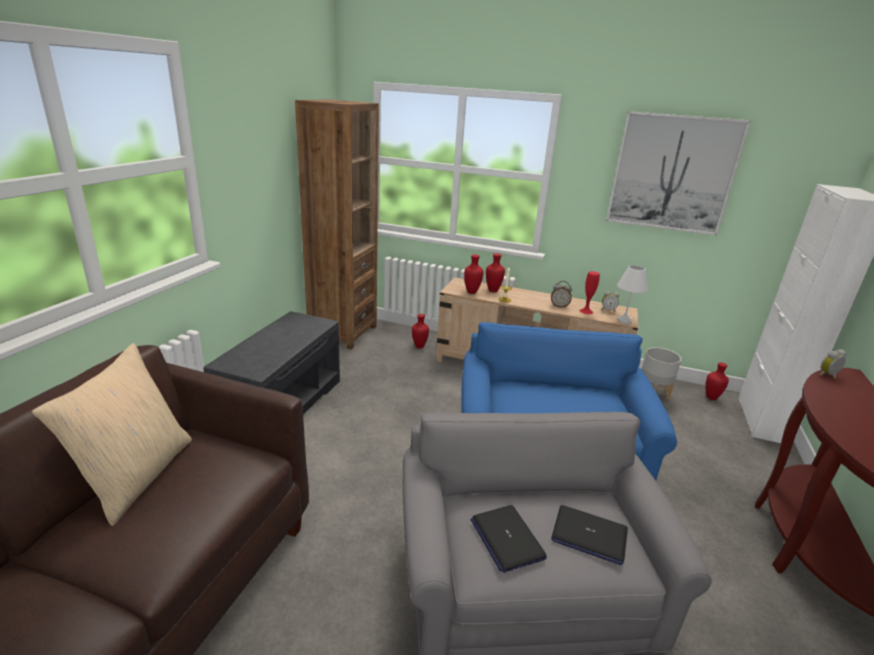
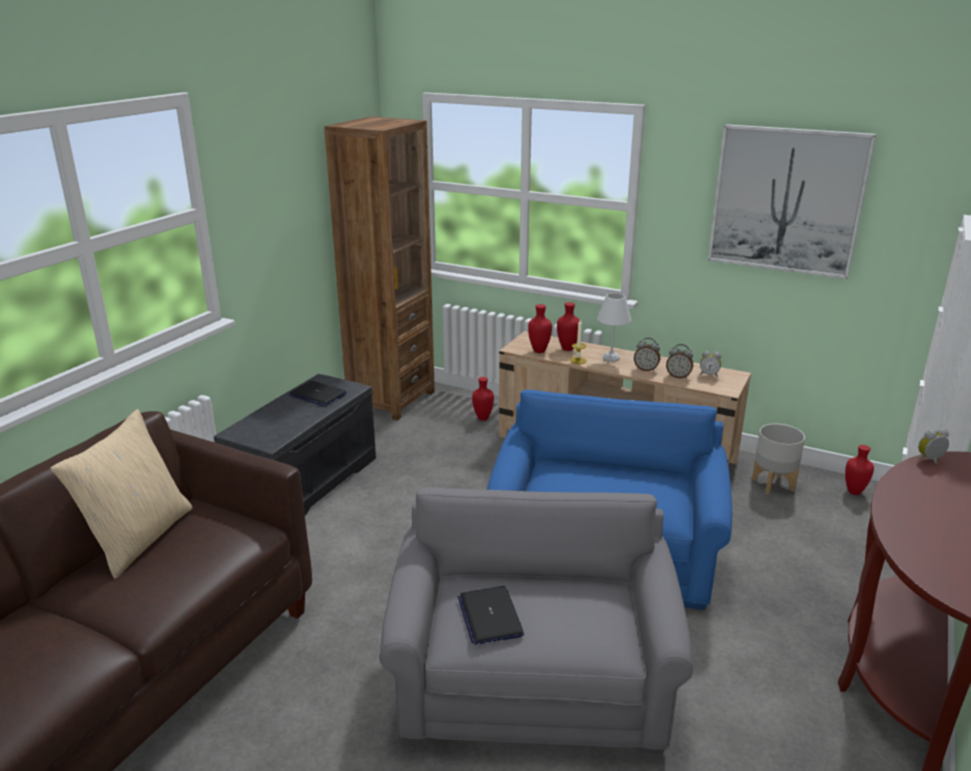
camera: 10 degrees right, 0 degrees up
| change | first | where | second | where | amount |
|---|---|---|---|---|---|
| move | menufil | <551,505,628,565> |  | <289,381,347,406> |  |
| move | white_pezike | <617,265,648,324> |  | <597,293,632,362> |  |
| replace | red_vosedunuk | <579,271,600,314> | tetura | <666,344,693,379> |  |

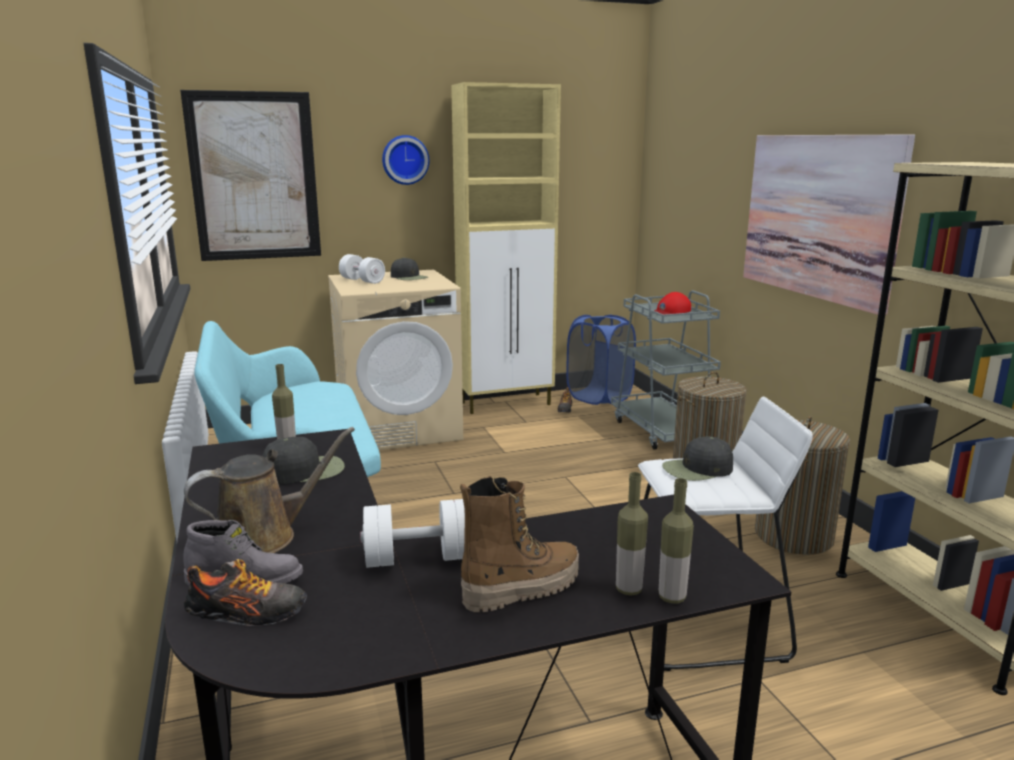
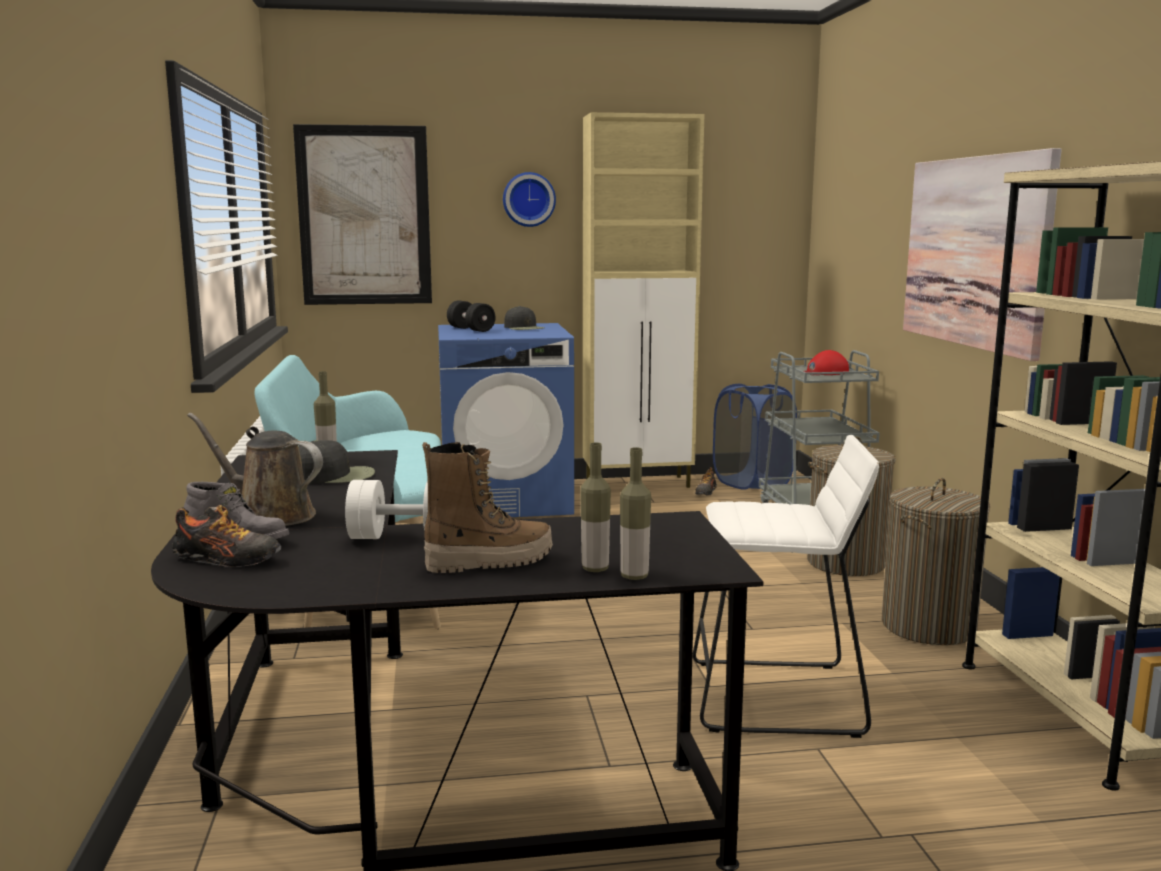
camera: 10 degrees right, 5 degrees down
| change | first | where | second | where | amount |
|---|---|---|---|---|---|
| rotate | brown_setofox | <184,427,355,553> |  | <187,413,323,526> | 135 degrees counterclockwise |
| recolor | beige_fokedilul | <328,270,463,450> | blue_fokedilul | <438,323,574,517> |  |
| recolor | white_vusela | <339,254,385,284> | black_vusela | <447,300,496,332> |  |
| delete | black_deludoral | <662,436,733,481> |  |  |  |

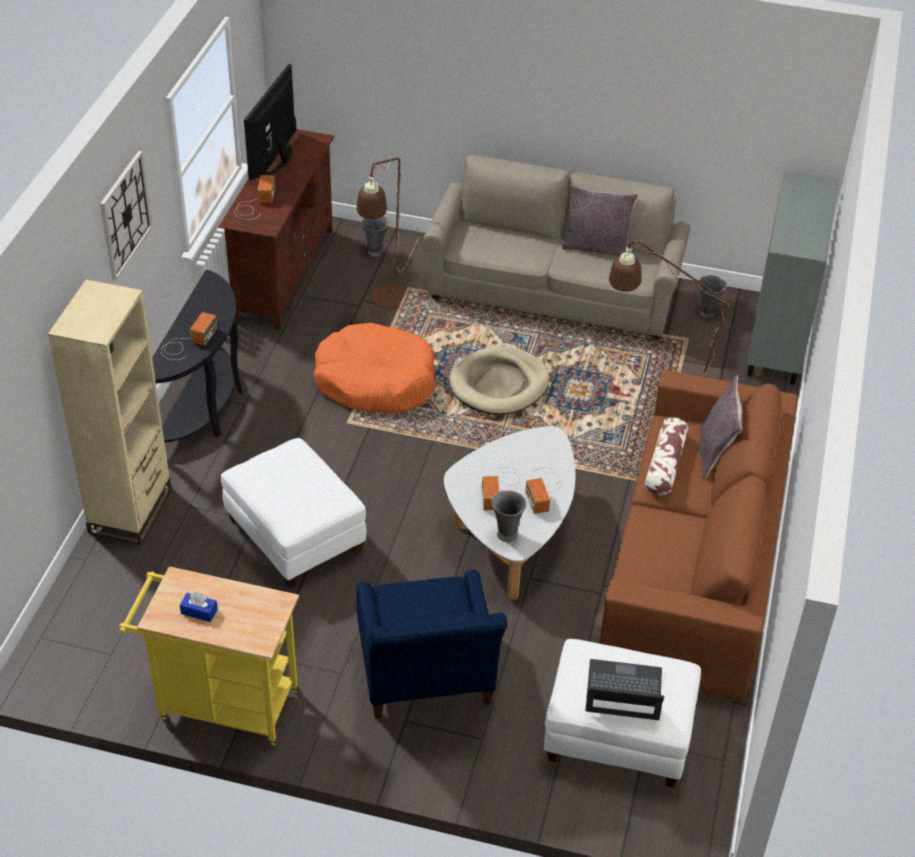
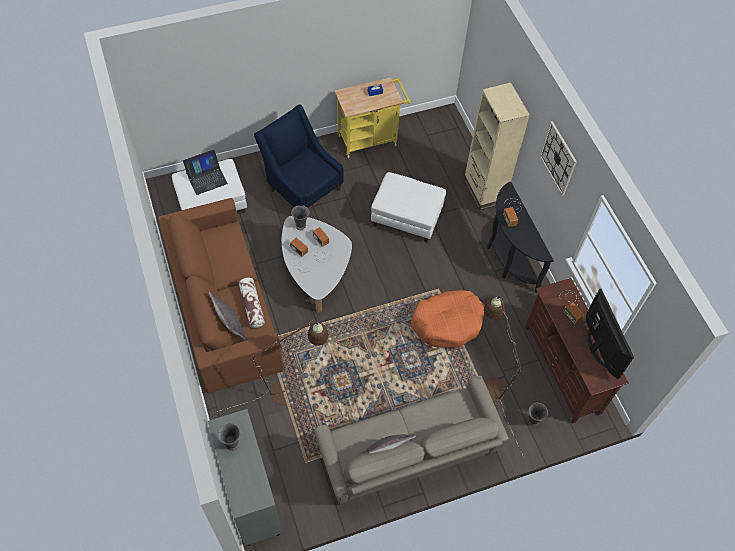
camera: 145 degrees right, 15 degrees up
| change | first | where | second | where | amount |
|---|---|---|---|---|---|
| move | grey_vosedunuk | <698,275,727,318> |  | <217,423,240,451> |  |
| delete | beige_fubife | <449,346,550,414> |  |  |  |

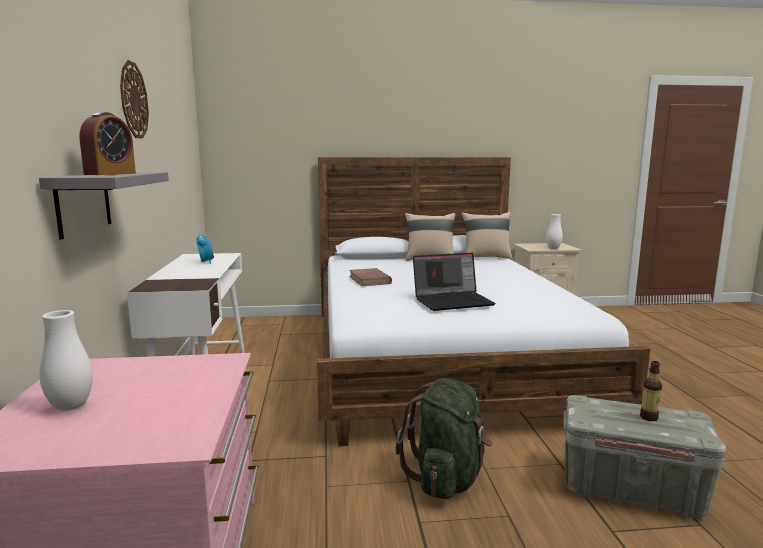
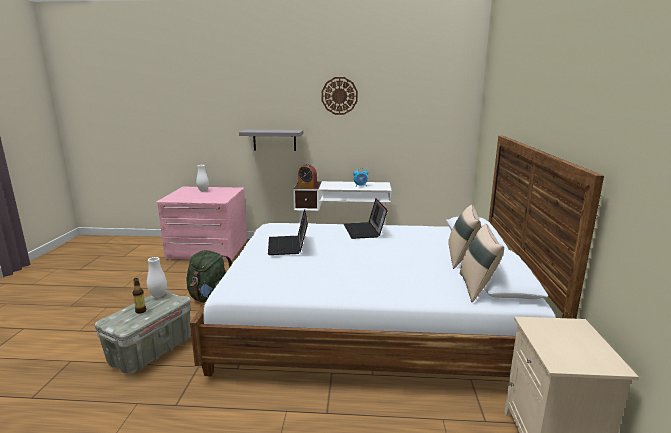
camera: 100 degrees right, 5 degrees up
| change | first | where | second | where | amount |
|---|---|---|---|---|---|
| move | white_vosedunuk | <546,214,563,249> |  | <147,257,167,298> |  |
| move | tetura | <79,112,136,175> |  | <298,164,317,188> |  |
| replace | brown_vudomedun | <349,268,392,286> | menufil | <344,198,388,239> |  |

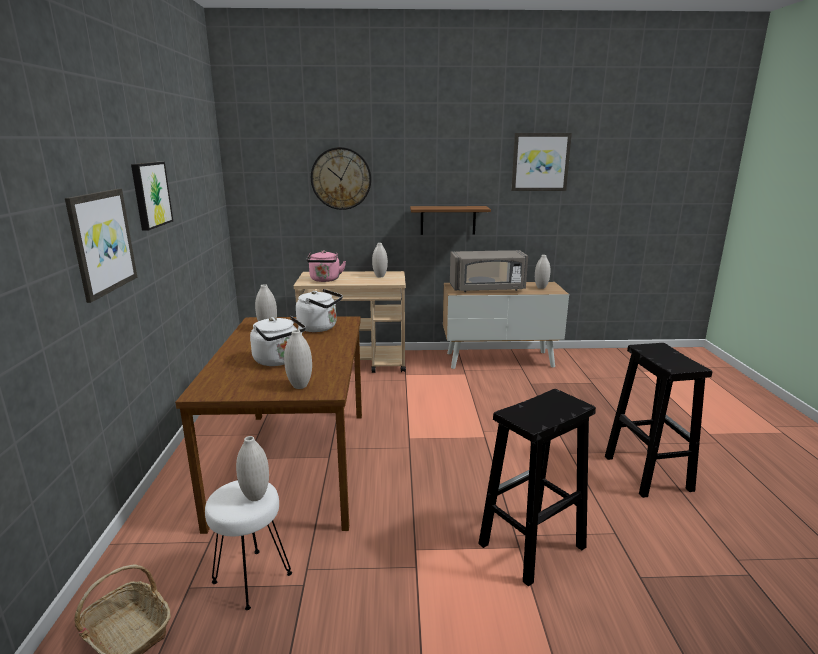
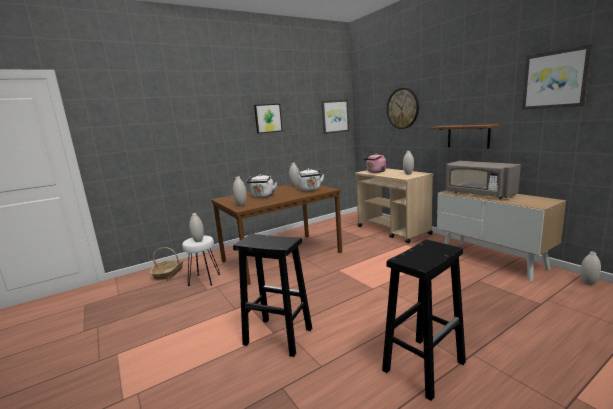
camera: 60 degrees right, 5 degrees down
| change | first | where | second | where | amount |
|---|---|---|---|---|---|
| move | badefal | <65,189,137,303> |  | <322,99,349,134> |  |
| move | white_vosedunuk | <535,255,551,289> |  | <580,251,601,285> |  |

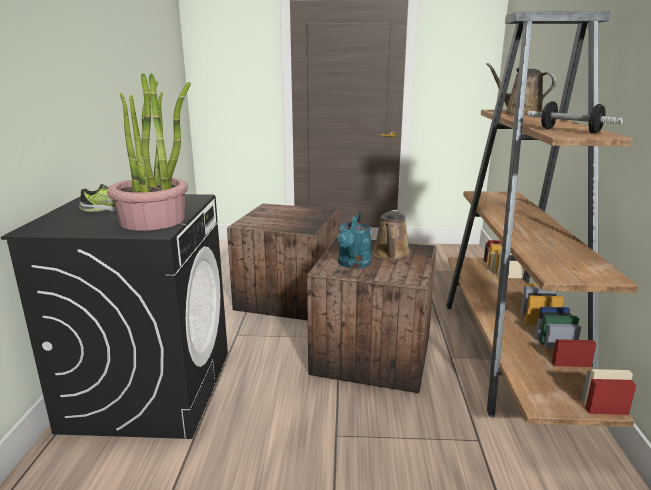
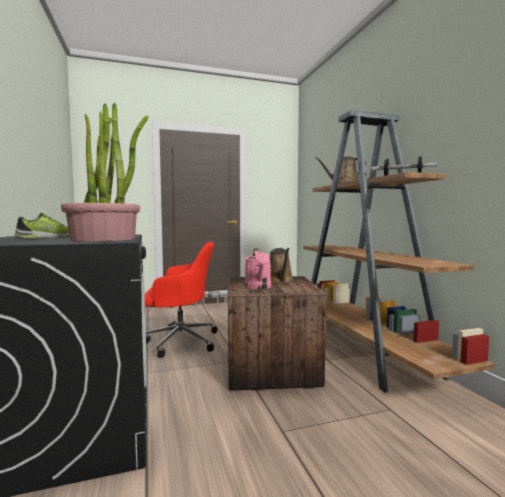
camera: 20 degrees left, 15 degrees down
| change | first | where | second | where | amount |
|---|---|---|---|---|---|
| replace | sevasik | <227,204,340,321> | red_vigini | <145,242,218,358> |  |
| recolor | turquoise_setofox | <338,213,372,269> | pink_setofox | <245,248,271,289> |  |

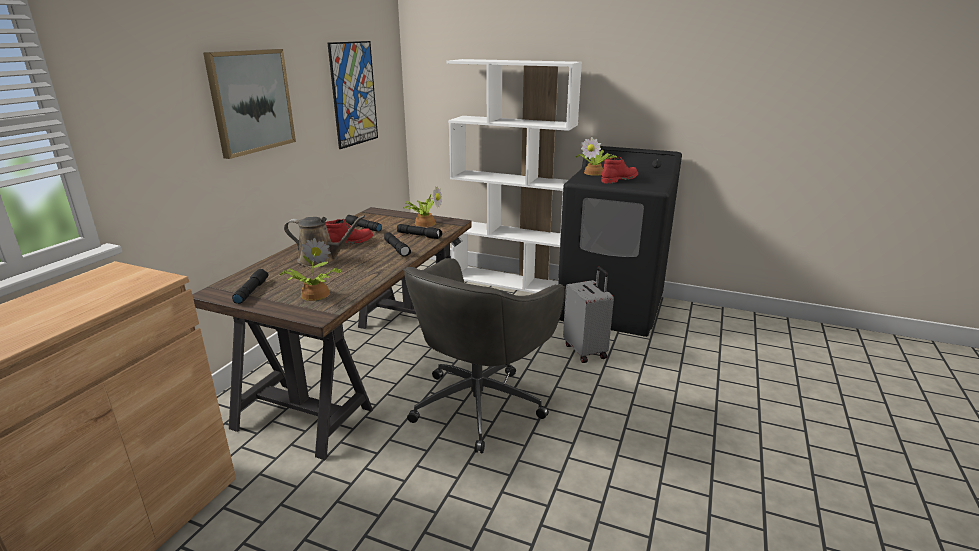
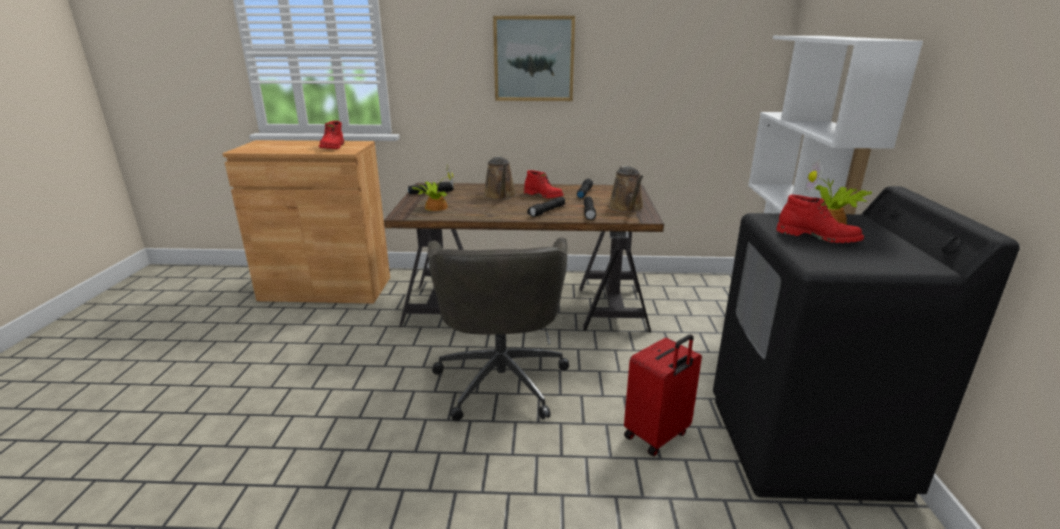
camera: 70 degrees right, 0 degrees up
| change | first | where | second | where | amount |
|---|---|---|---|---|---|
| insert |  |  | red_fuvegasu | <319,121,344,149> |  |
| rotate | grey_vigini | <403,258,566,453> |  | <428,238,569,421> | 105 degrees counterclockwise |
| replace | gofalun | <404,186,442,227> | brown_setofox | <608,166,644,213> |  |
| recolor | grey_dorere | <563,267,614,363> | red_dorere | <624,334,702,456> |  |
| delete | badefal | <328,41,378,149> |  |  |  |

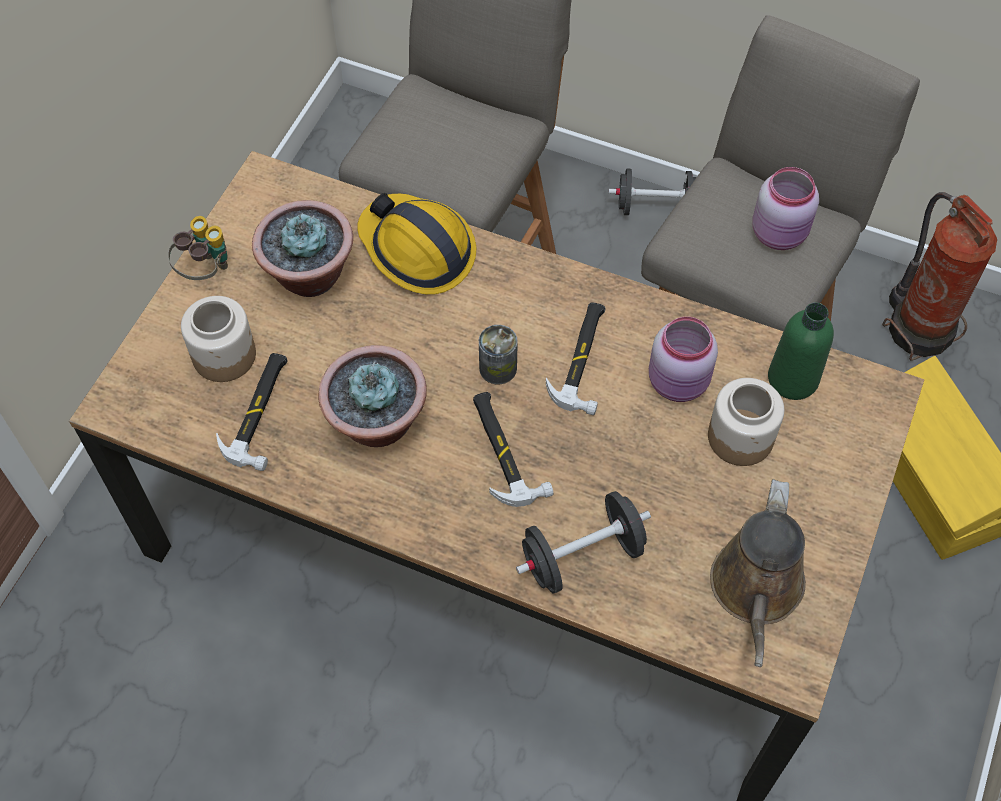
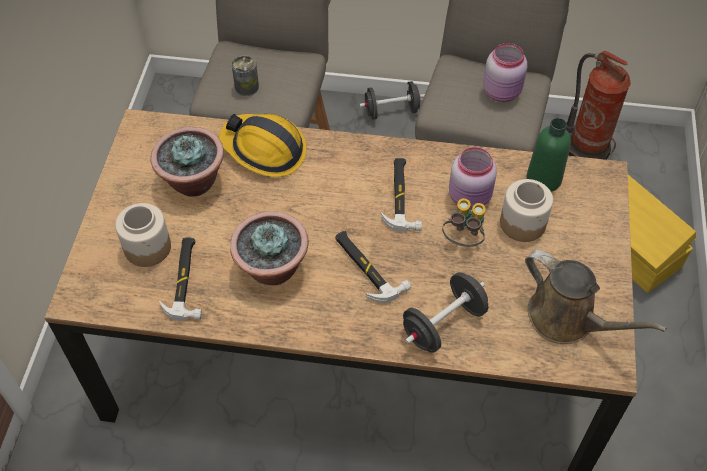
camera: 15 degrees left, 5 degrees down
| change | first | where | second | where | amount |
|---|---|---|---|---|---|
| move | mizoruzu | <479,325,518,385> |  | <232,55,259,96> |  |
| move | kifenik | <168,216,228,280> |  | <442,198,486,247> |  |
| rotate | brown_setofox | <710,479,806,667> |  | <525,250,667,344> | 45 degrees counterclockwise |

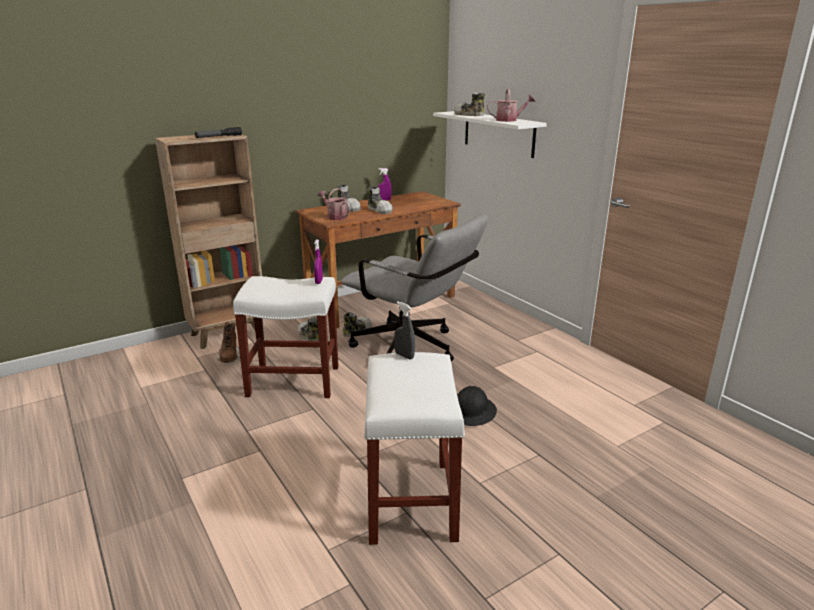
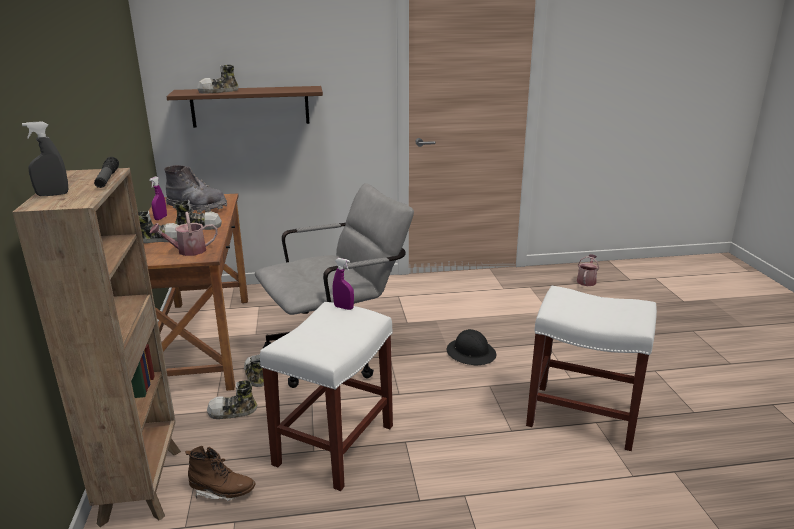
camera: 65 degrees left, 0 degrees up
| change | first | where | second | where | amount |
|---|---|---|---|---|---|
| move | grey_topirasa | <394,301,415,360> |  | <22,121,68,196> |  |
| insert |  |  | grey_fuvegasu | <164,165,227,213> |  |
| recolor | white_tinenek | <433,111,547,158> | brown_tinenek | <166,86,323,128> |  |
| move | setofox | <487,89,536,122> |  | <577,254,599,286> |  |

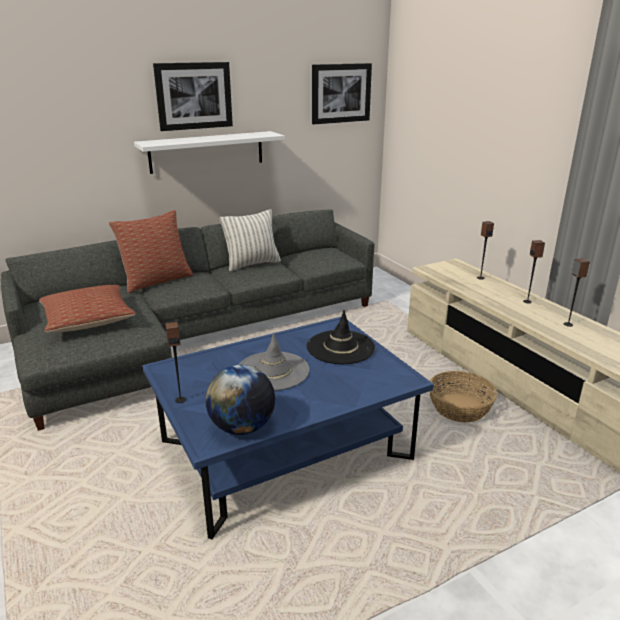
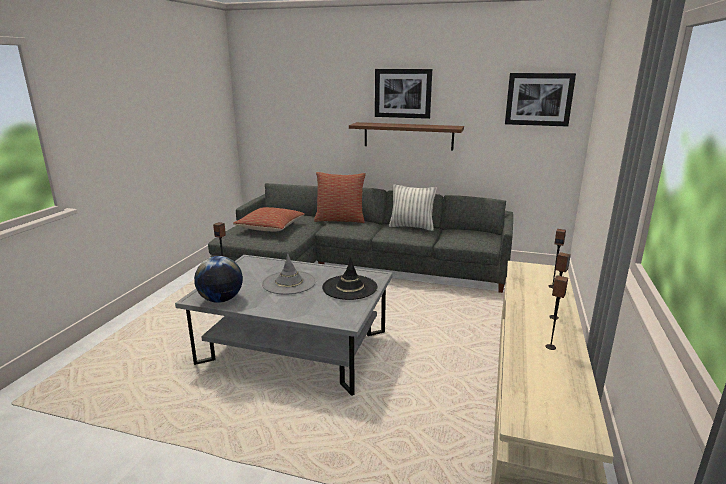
camera: 45 degrees right, 5 degrees down
| change | first | where | second | where | amount |
|---|---|---|---|---|---|
| recolor | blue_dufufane | <142,317,434,539> | grey_dufufane | <175,255,393,396> |  |
| recolor | white_tinenek | <134,131,285,174> | brown_tinenek | <349,122,464,151> |  |
| delete | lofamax | <430,371,497,422> |  |  |  |

